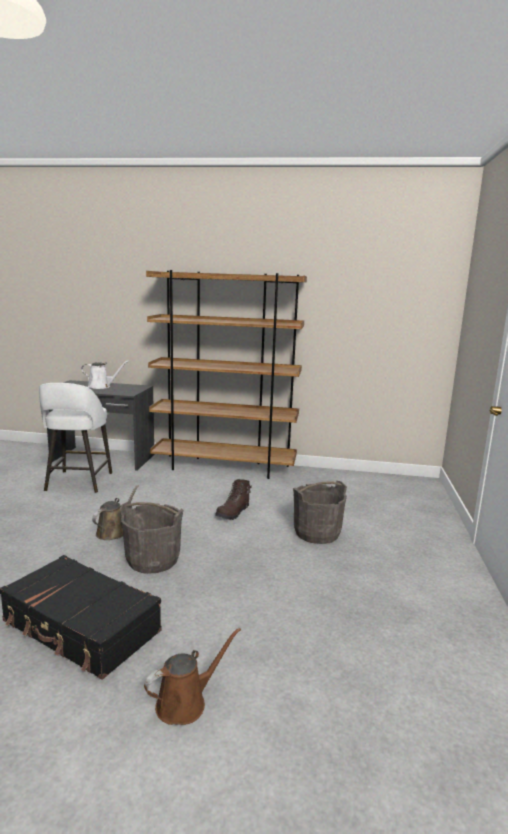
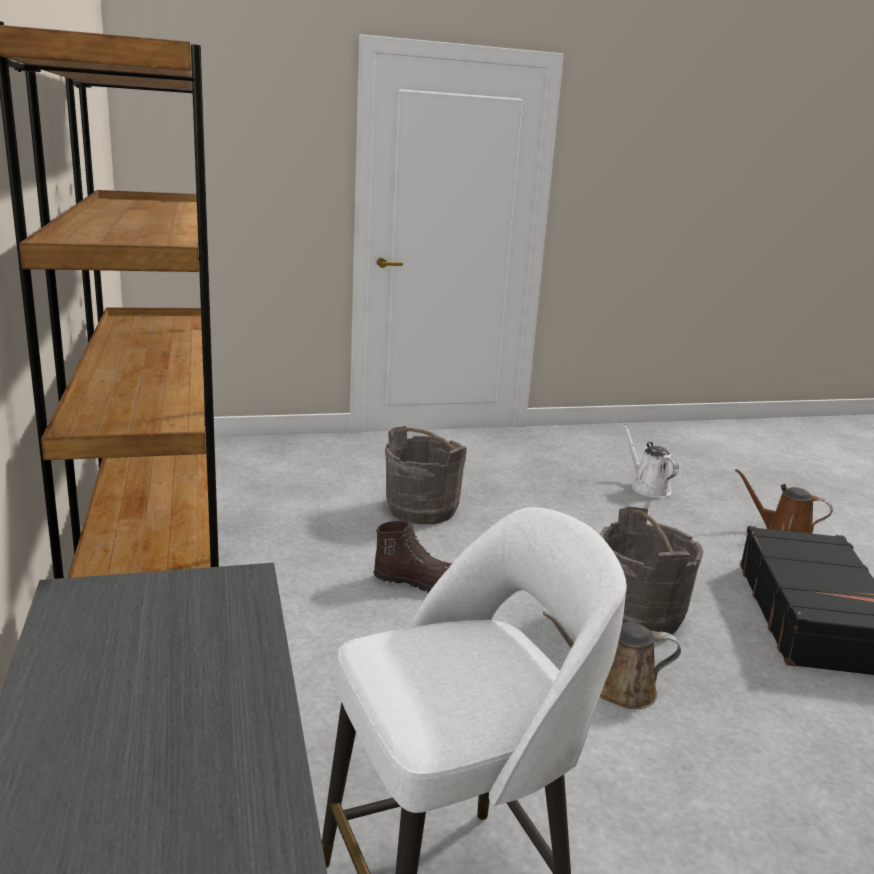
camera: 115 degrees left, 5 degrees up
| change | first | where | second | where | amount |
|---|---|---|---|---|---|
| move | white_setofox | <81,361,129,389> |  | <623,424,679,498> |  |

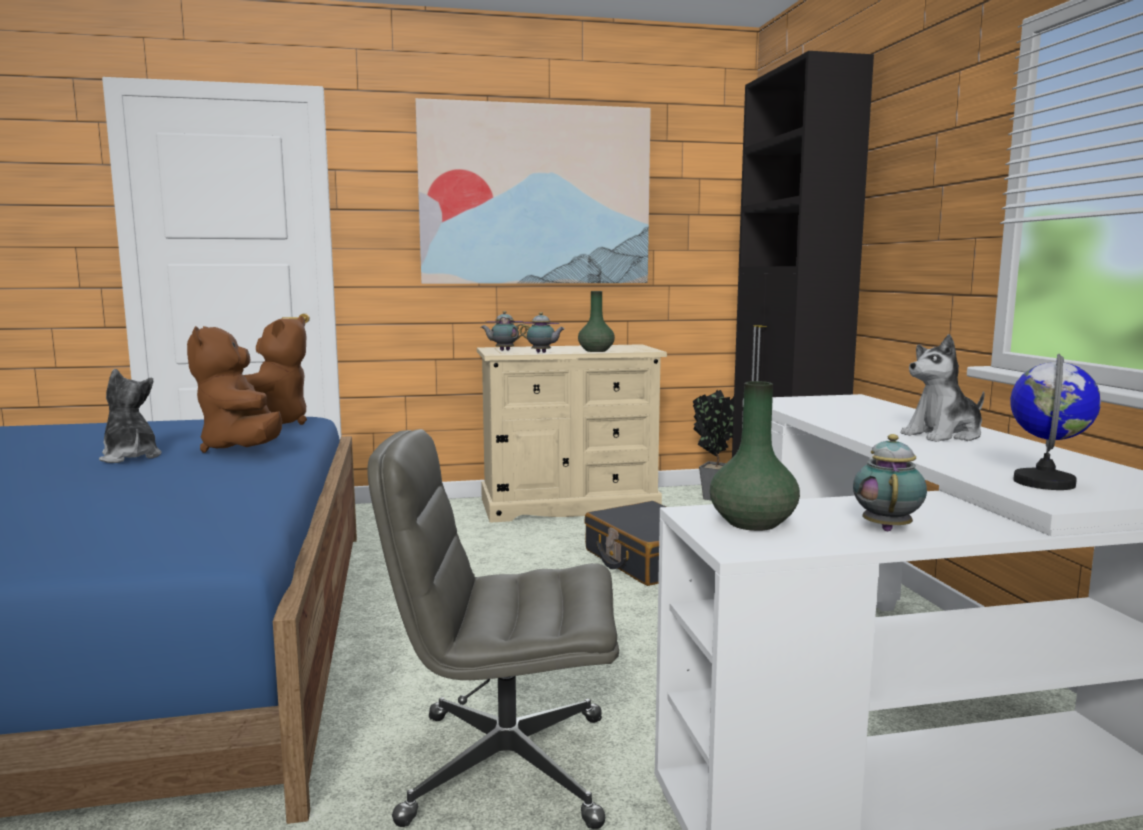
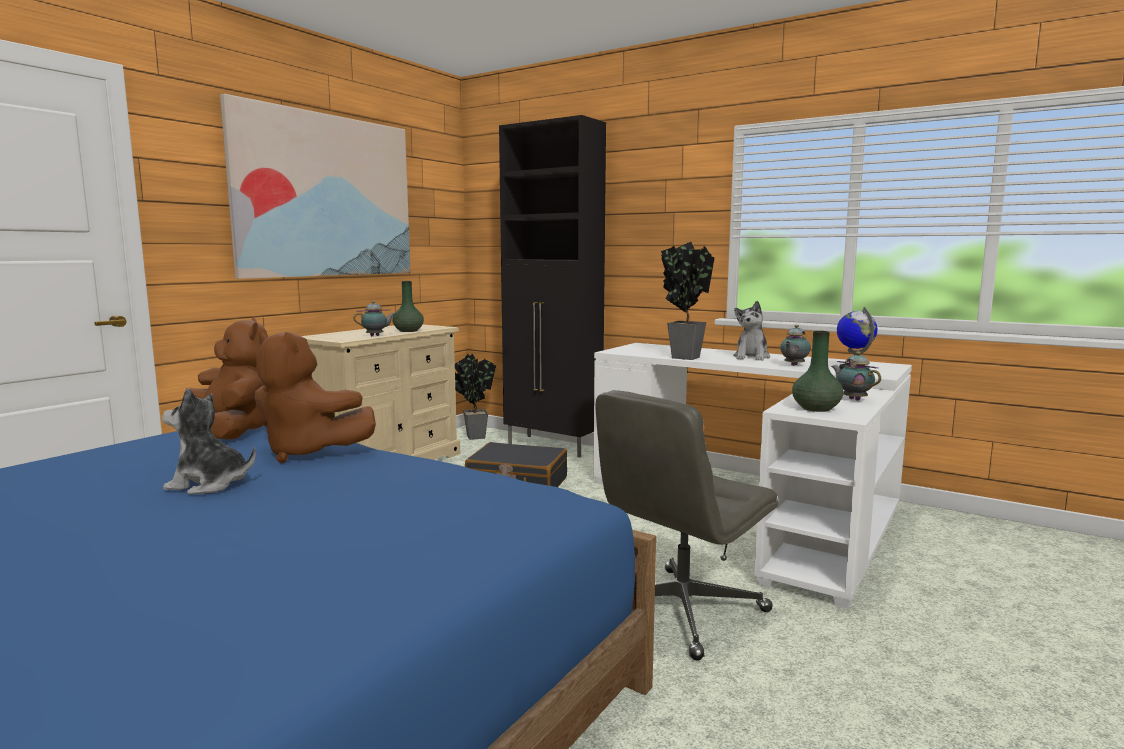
camera: 45 degrees left, 0 degrees up
| change | first | where | second | where | amount |
|---|---|---|---|---|---|
| insert |  |  | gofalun | <661,242,715,360> |  |
| move | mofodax | <481,311,527,351> |  | <780,325,811,366> |  |

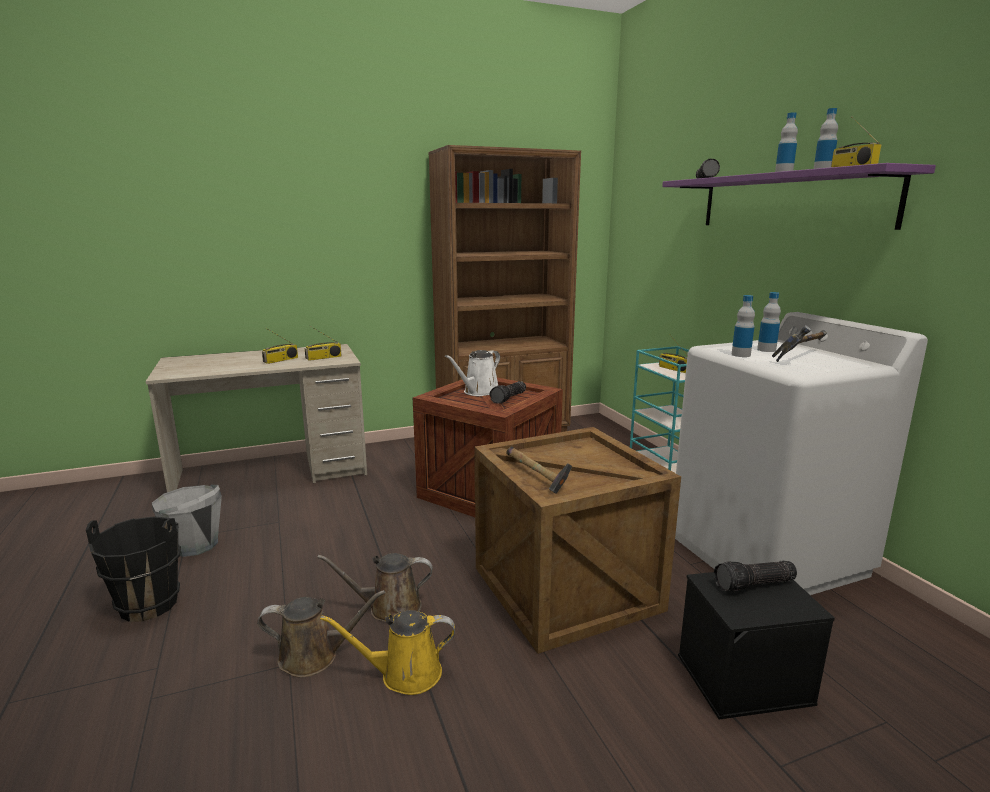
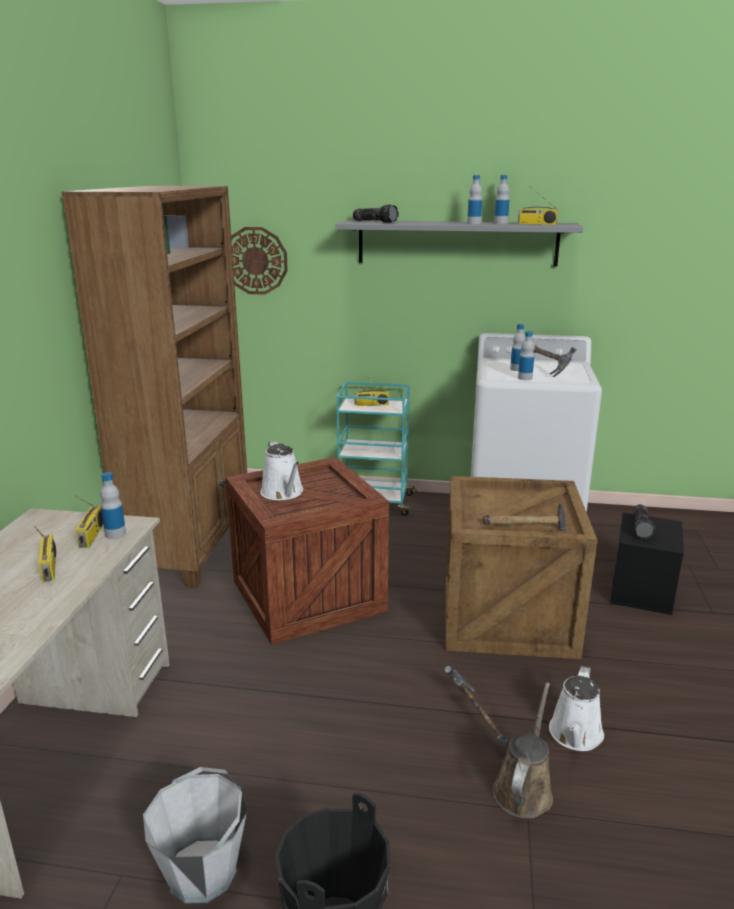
camera: 60 degrees left, 5 degrees up
| change | first | where | second | where | amount |
|---|---|---|---|---|---|
| insert |  |  | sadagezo | <100,472,126,539> |  |
| insert |  |  | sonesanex | <231,227,288,294> |  |
| recolor | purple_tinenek | <662,163,936,230> | grey_tinenek | <335,220,583,267> |  |
| replace | brown_setofox | <317,553,433,622> | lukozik | <445,666,508,745> |  |
| recolor | yellow_setofox | <320,610,455,695> | white_setofox | <549,666,604,751> |  |
| delete | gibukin | <490,381,526,404> |  |  |  |

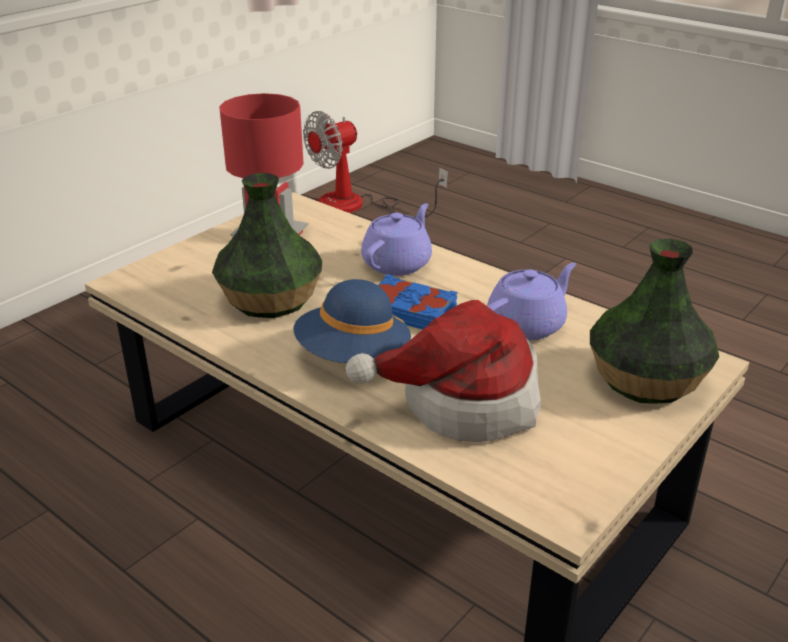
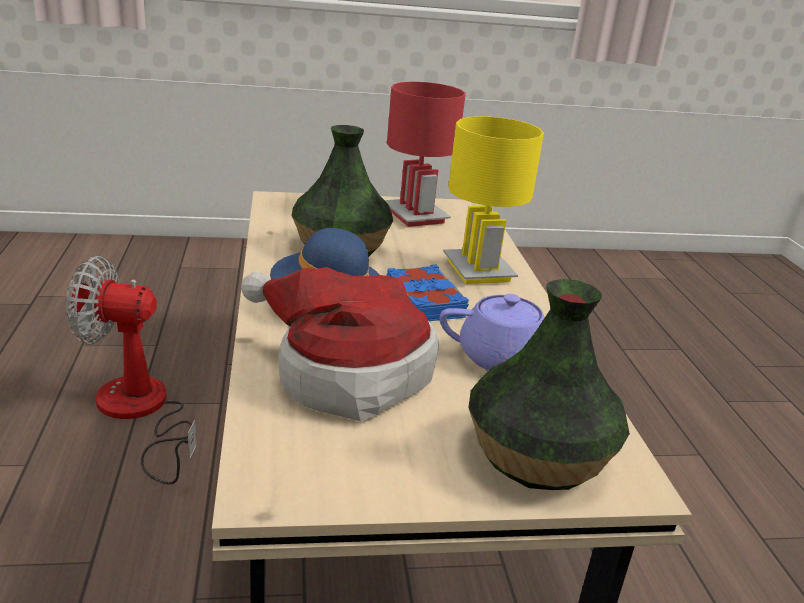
camera: 40 degrees right, 5 degrees down
| change | first | where | second | where | amount |
|---|---|---|---|---|---|
| move | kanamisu | <303,111,448,218> |  | <66,256,197,485> |  |
| replace | purple_mofodax | <361,203,432,276> | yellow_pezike | <443,116,544,284> |  |

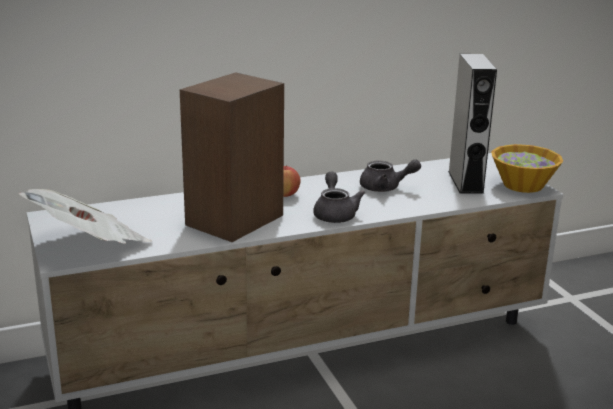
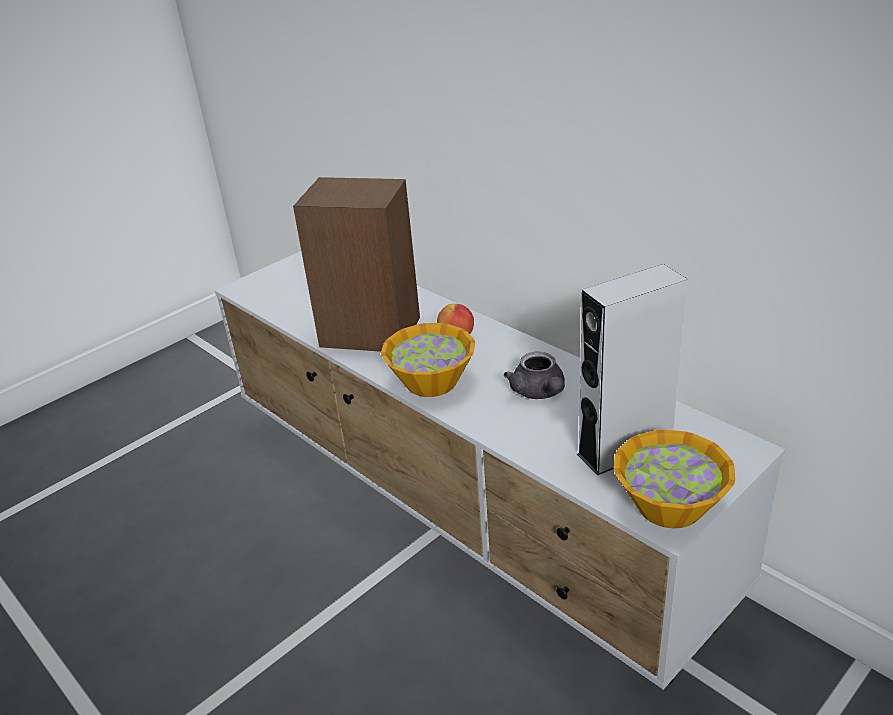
camera: 70 degrees right, 10 degrees up
| change | first | where | second | where | amount |
|---|---|---|---|---|---|
| replace | grey_mofodax | <313,171,365,223> | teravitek | <381,323,475,397> |  |
| delete | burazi | <18,189,152,244> |  |  |  |

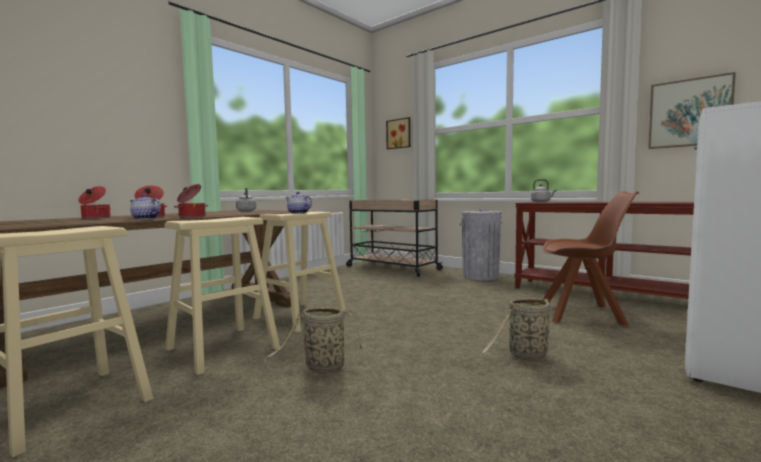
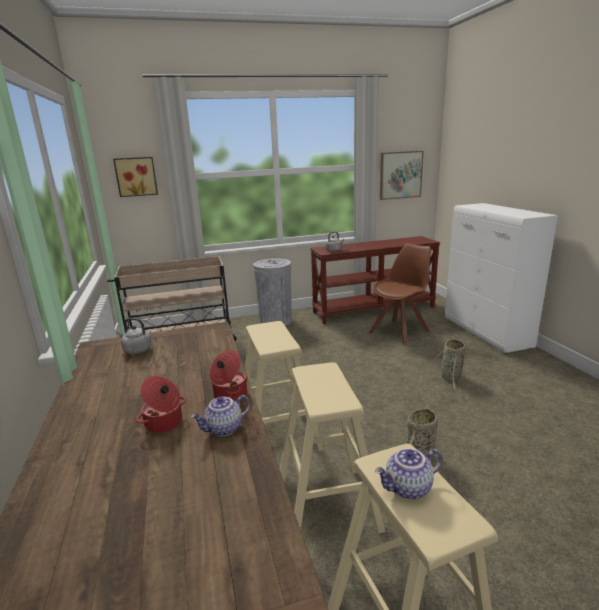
camera: 55 degrees left, 15 degrees up
| change | first | where | second | where | amount |
|---|---|---|---|---|---|
| move | mofodax | <285,192,312,214> |  | <375,448,443,500> |  |
| delete | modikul | <78,186,110,219> |  |  |  |

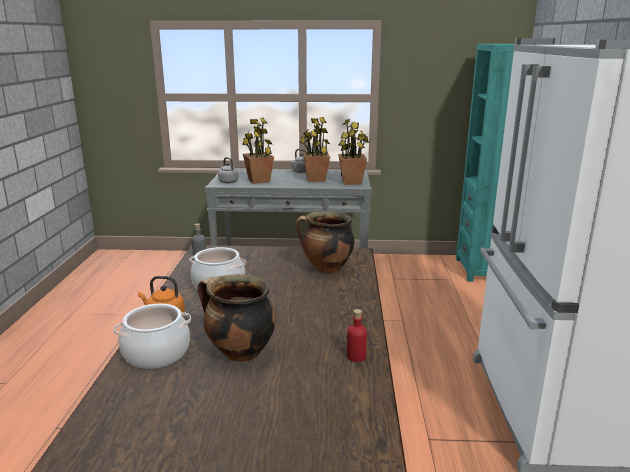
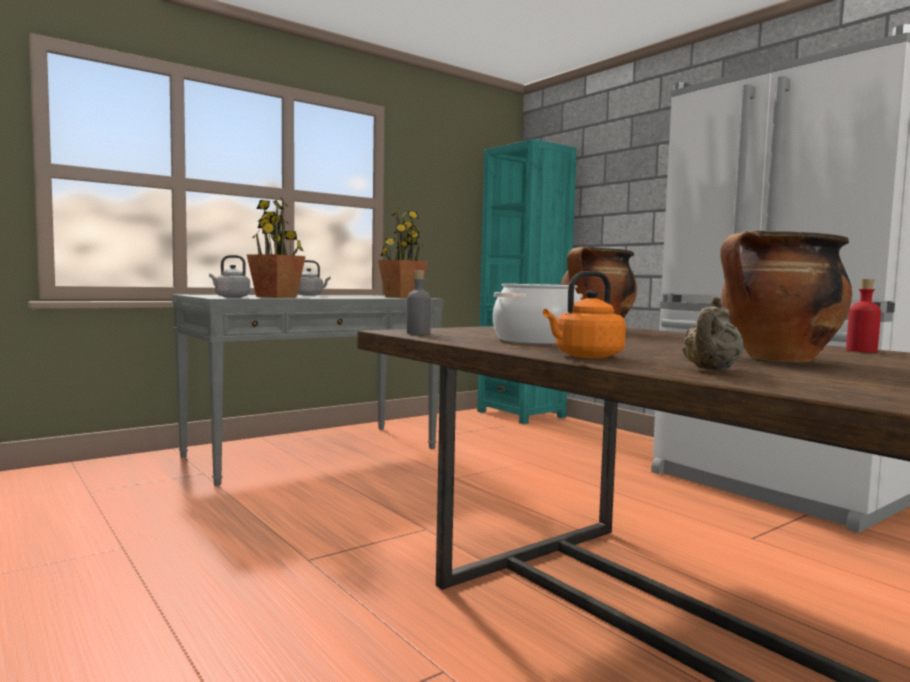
camera: 40 degrees left, 15 degrees down
| change | first | where | second | where | amount |
|---|---|---|---|---|---|
| replace | modikul | <114,304,191,369> | beige_mofodax | <682,297,743,370> |  |
| delete | gofalun | <300,117,330,182> |  |  |  |

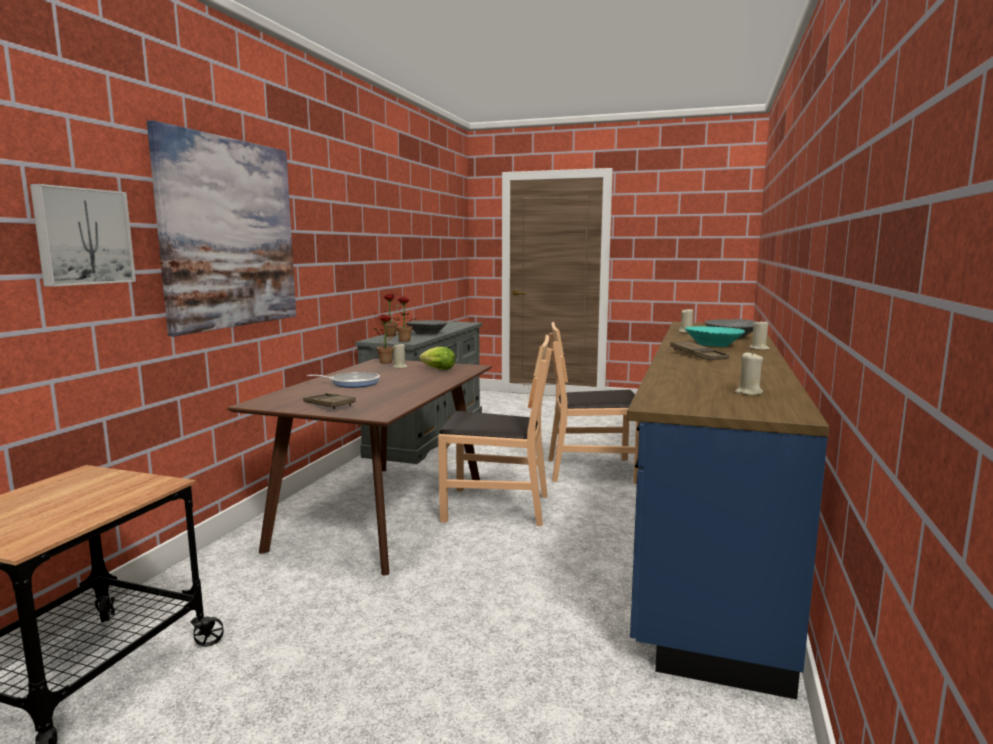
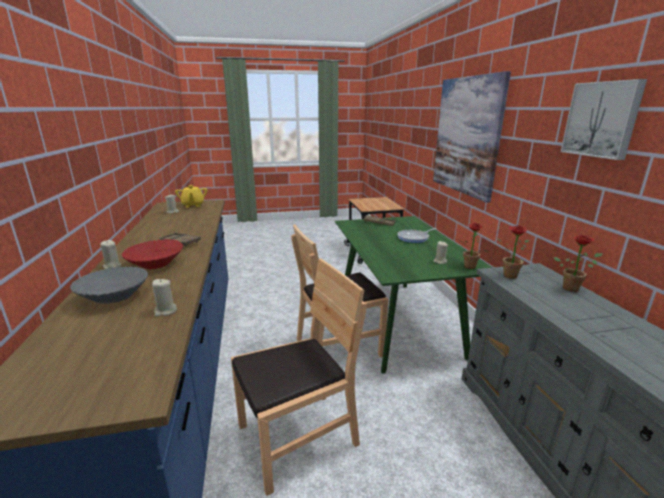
camera: 150 degrees right, 10 degrees up
| change | first | where | second | where | amount |
|---|---|---|---|---|---|
| recolor | turquoise_teravitek | <685,326,745,347> | red_teravitek | <122,239,183,269> |  |
| insert |  |  | yellow_mofodax | <175,185,207,208> |  |
| recolor | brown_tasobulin | <227,359,492,575> | green_tasobulin | <335,216,493,374> |  |
| move | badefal | <30,184,136,287> |  | <561,79,647,160> |  |
| delete | grey_teravitek | <406,320,447,334> |  |  |  |
| delete | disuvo | <419,347,456,370> |  |  |  |

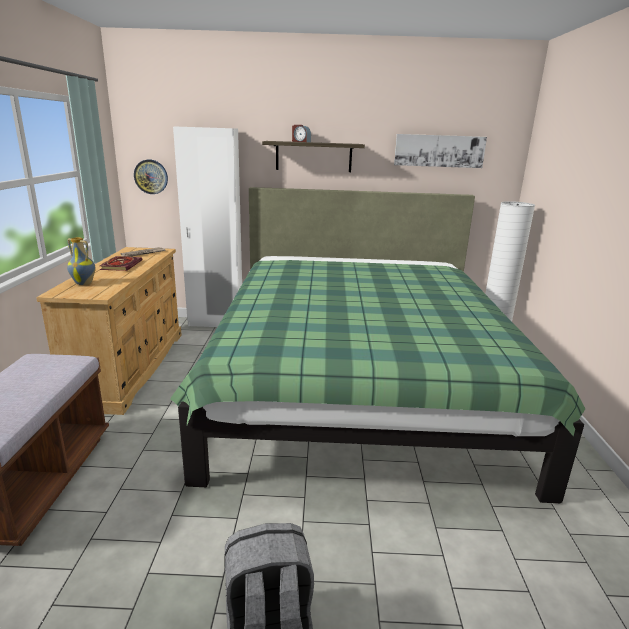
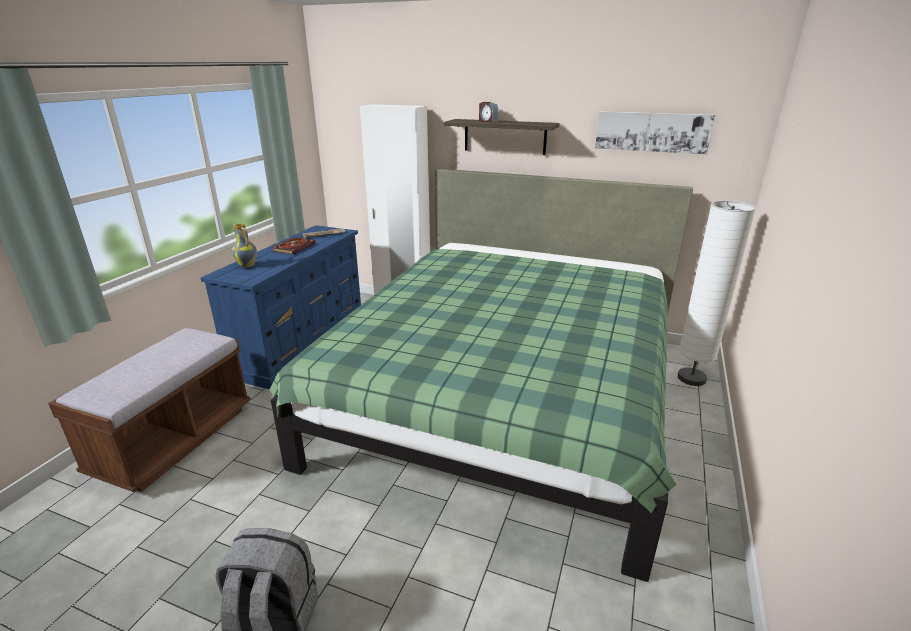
camera: 20 degrees right, 5 degrees up
| change | first | where | second | where | amount |
|---|---|---|---|---|---|
| recolor | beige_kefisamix | <36,247,182,415> | blue_kefisamix | <200,225,361,390> |  |
| delete | sonesanex | <134,160,168,194> |  |  |  |

